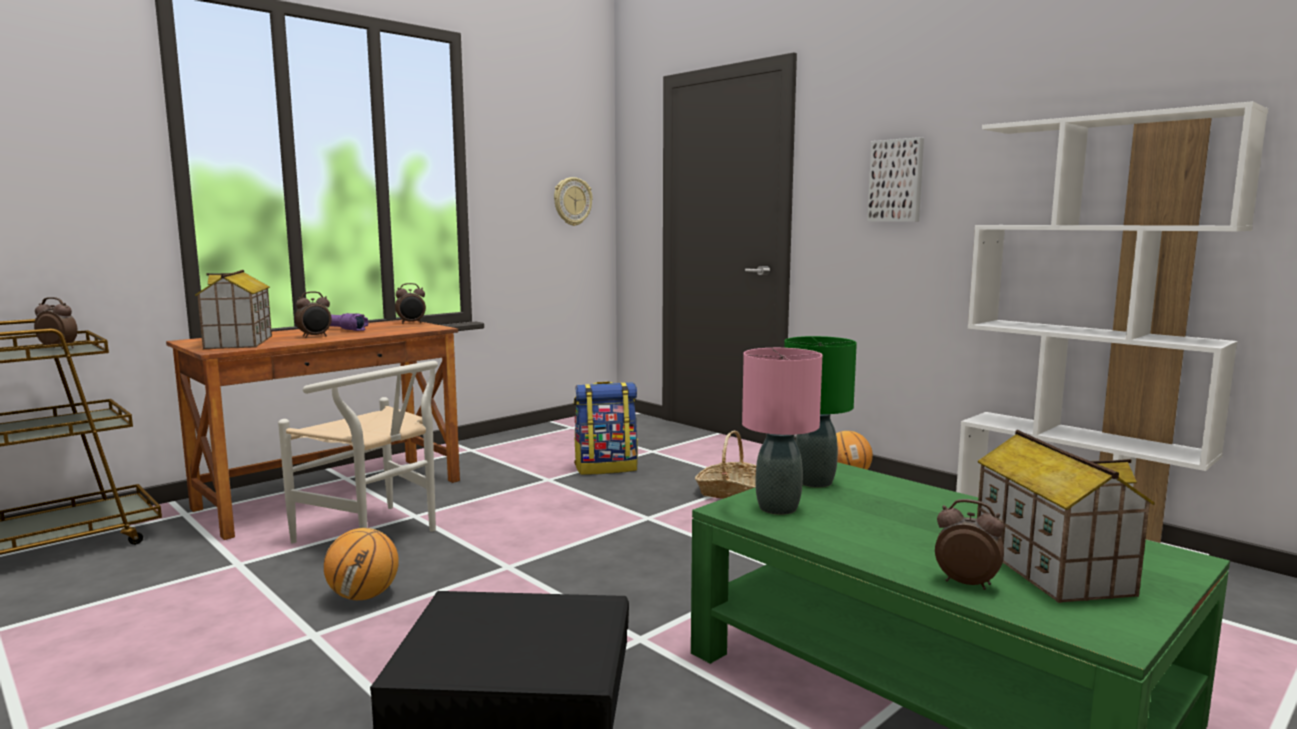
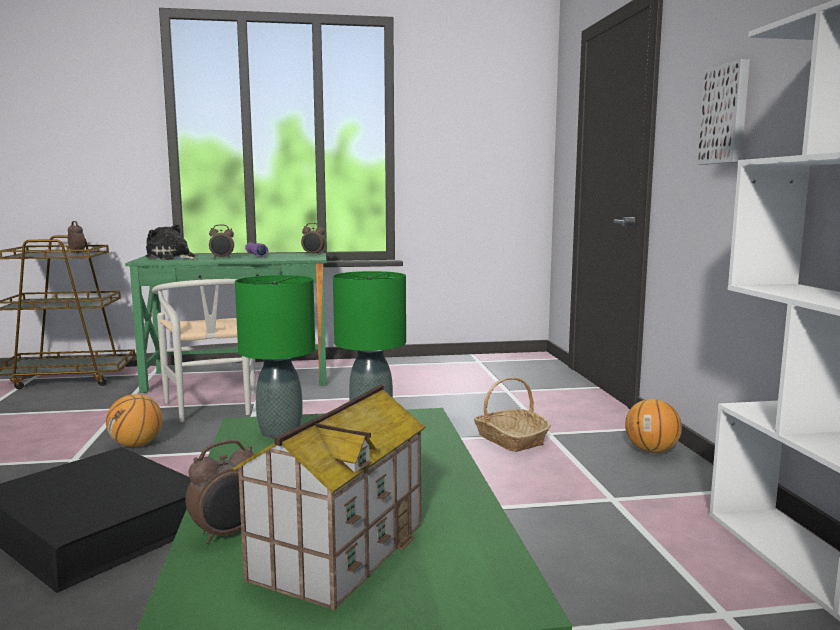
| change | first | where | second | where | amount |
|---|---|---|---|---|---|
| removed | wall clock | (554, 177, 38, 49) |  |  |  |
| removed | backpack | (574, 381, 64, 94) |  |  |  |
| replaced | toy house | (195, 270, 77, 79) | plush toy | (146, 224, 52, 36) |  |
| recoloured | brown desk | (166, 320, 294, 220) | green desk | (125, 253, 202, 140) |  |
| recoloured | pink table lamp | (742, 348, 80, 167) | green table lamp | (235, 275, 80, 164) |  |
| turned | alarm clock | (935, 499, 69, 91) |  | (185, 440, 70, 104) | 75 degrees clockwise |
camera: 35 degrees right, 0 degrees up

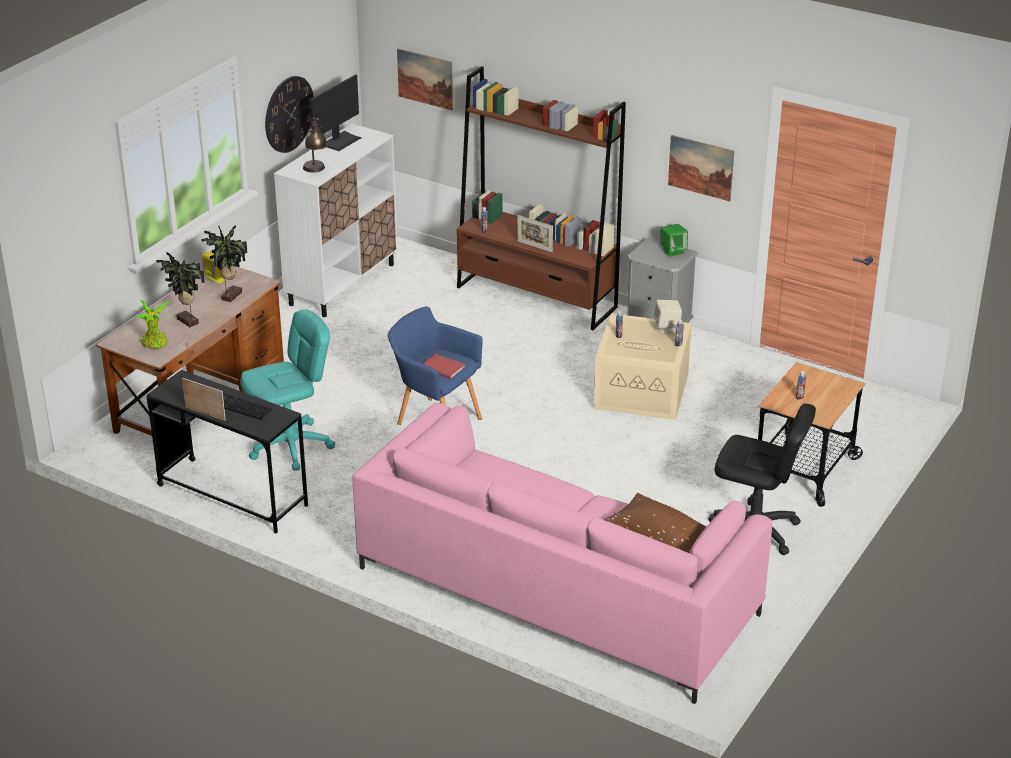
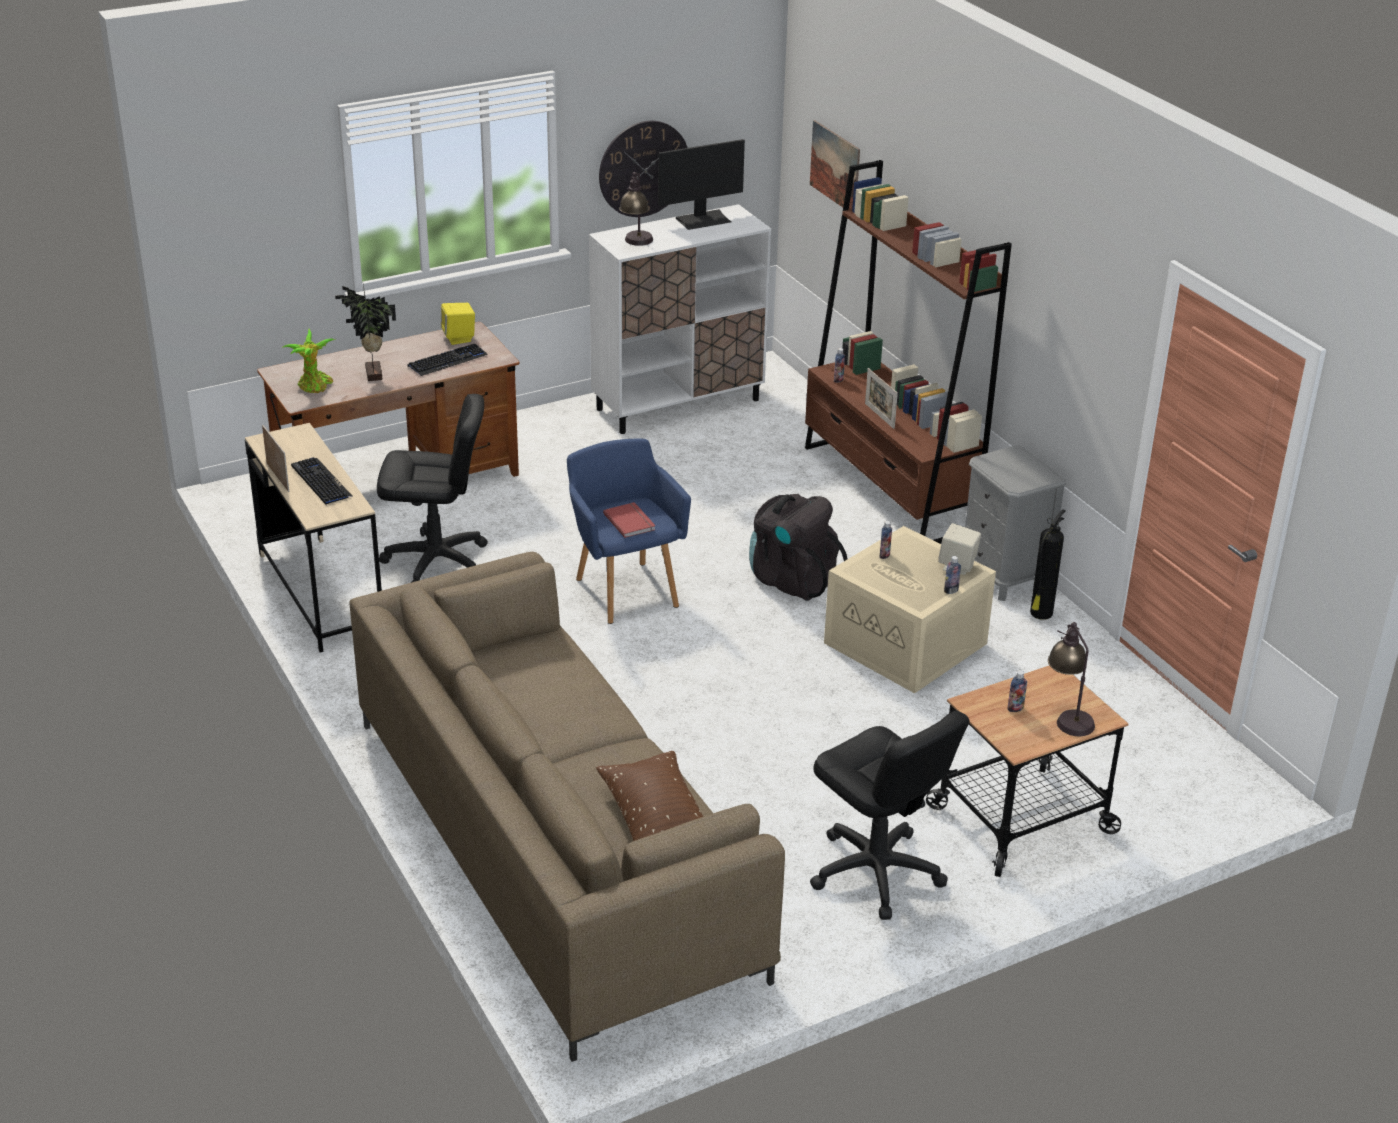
| change | first | where | second | where | amount |
|---|---|---|---|---|---|
| removed | green speaker | (660, 224, 28, 33) |  |  |  |
| removed | picture | (668, 135, 66, 66) |  |  |  |
| added |  |  | black backpack | (749, 494, 99, 107) |  |
| added |  |  | fire extinguisher | (1030, 509, 36, 111) |  |
| added |  |  | table lamp | (1048, 622, 47, 114) |  |
| replaced | potted plant | (201, 225, 46, 77) | keyboard | (407, 344, 81, 32) |  |
| recoloured | black desk | (147, 370, 161, 163) | beige desk | (245, 423, 137, 229) |  |
| recoloured | turquoise office chair | (240, 309, 95, 162) | black office chair | (377, 394, 111, 189) |  |
| recoloured | pink sofa | (352, 403, 421, 301) | brown sofa | (349, 552, 436, 510) |  |
camera: 30 degrees right, 0 degrees up

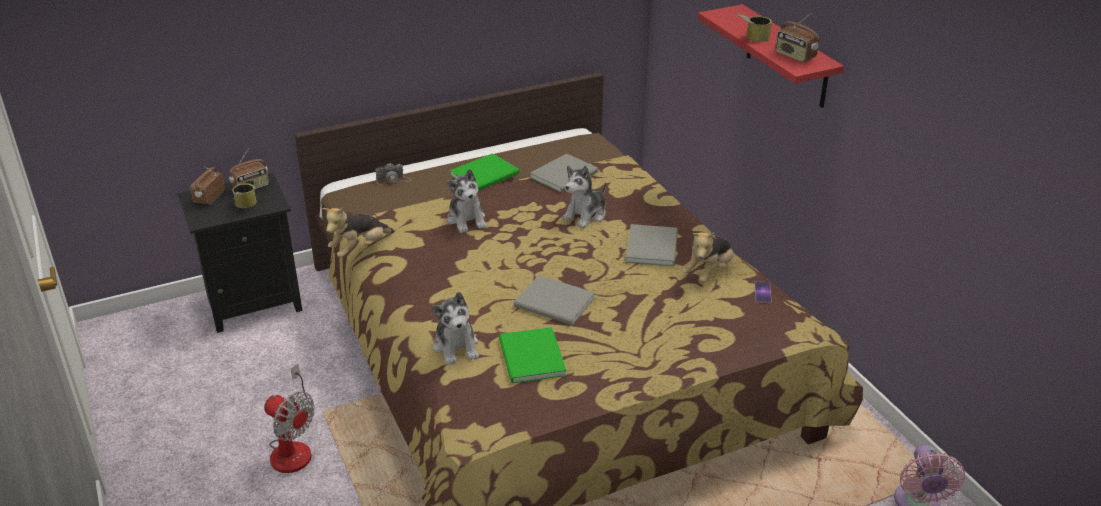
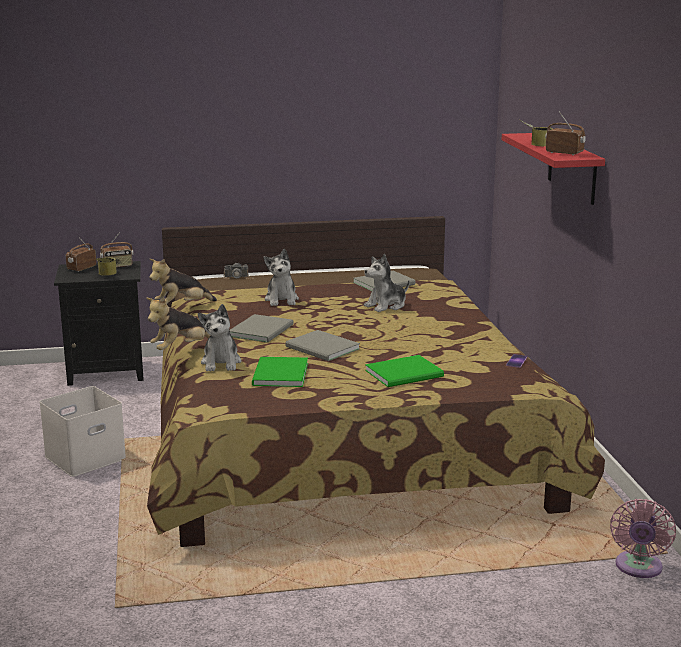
| change | first | where | second | where | amount |
|---|---|---|---|---|---|
| moved | green book | (450, 153, 69, 37) |  | (365, 355, 79, 32) |  |
| moved | grey book | (626, 224, 52, 42) |  | (230, 314, 63, 29) |  |
| moved | plush toy | (682, 232, 52, 51) |  | (147, 298, 63, 52) |  |
| replaced | fan | (264, 363, 51, 110) | white storage box | (39, 386, 87, 91) |  |
| turned | radio | (775, 13, 44, 49) |  | (545, 111, 41, 44) | 150 degrees clockwise |
camera: 15 degrees right, 15 degrees down

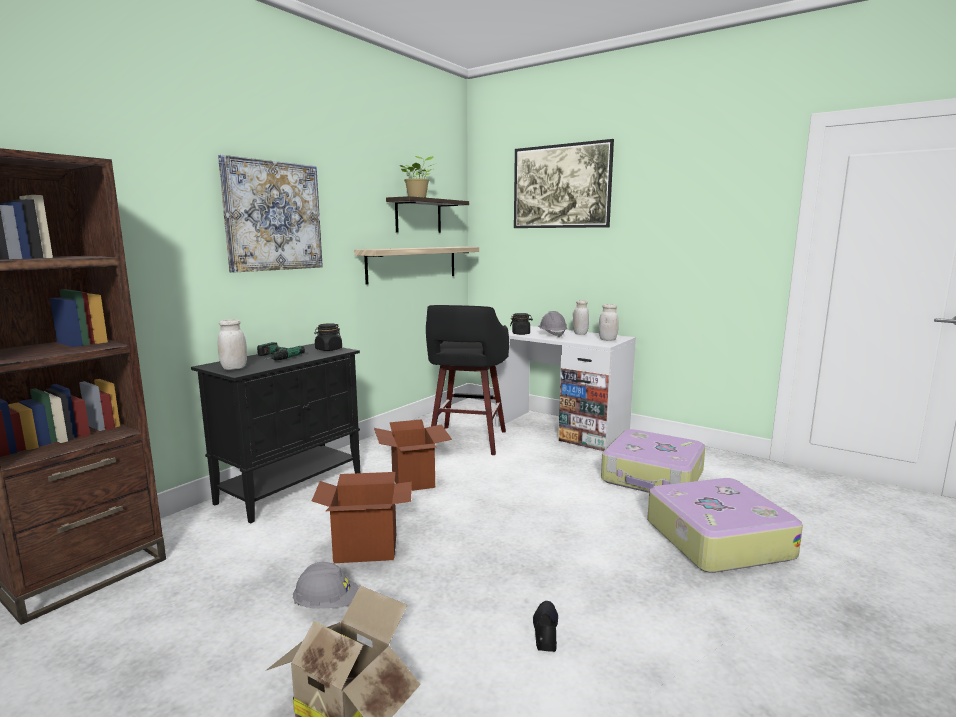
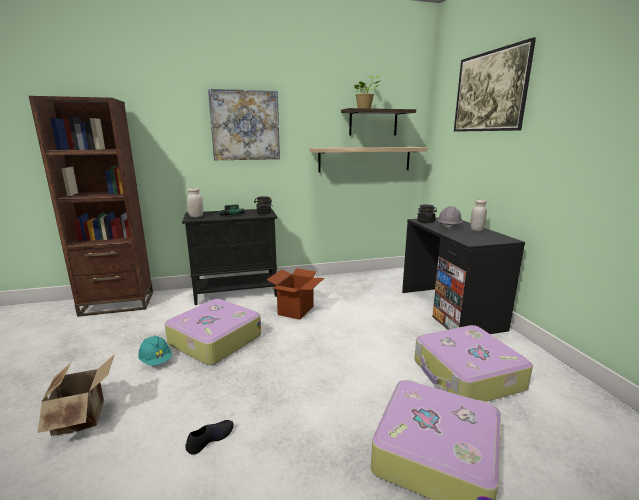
| change | first | where | second | where | amount |
|---|---|---|---|---|---|
| removed | black stool | (426, 305, 83, 150) |  |  |  |
| removed | white jar | (599, 304, 20, 37) |  |  |  |
| replaced | cardboard box | (312, 472, 100, 91) | suitcase | (165, 299, 96, 66) |  |
| recoloured | grey hard hat | (292, 562, 67, 46) | turquoise hard hat | (138, 335, 34, 31) |  |
| recoloured | white desk | (495, 326, 141, 125) | black desk | (402, 217, 123, 117) |  |
camera: 40 degrees right, 5 degrees up

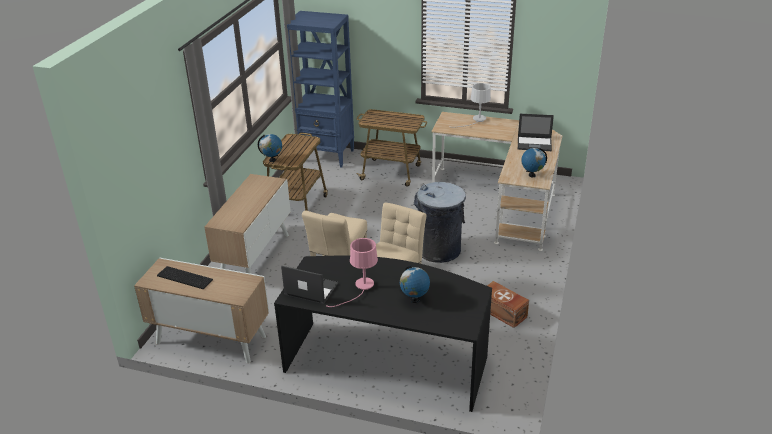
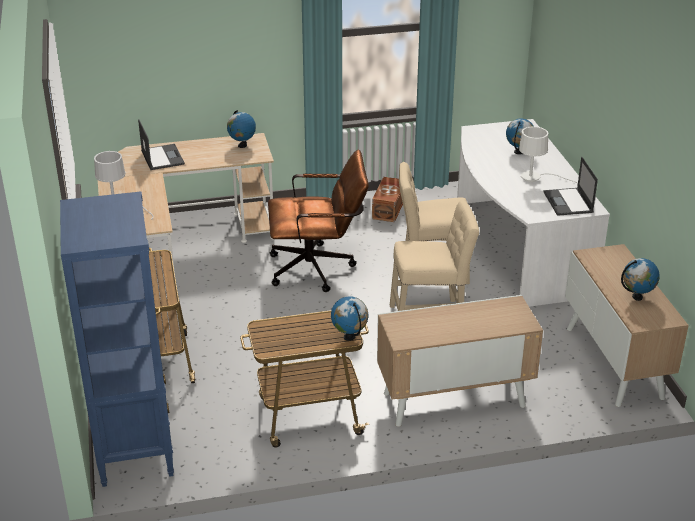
| change | first | where | second | where | amount |
|---|---|---|---|---|---|
| replaced | keyboard | (157, 266, 56, 23) | globe | (621, 258, 39, 43) |  |
| replaced | grey trash can | (413, 182, 53, 81) | brown office chair | (268, 150, 101, 142) |  |
| recoloured | black desk | (274, 256, 218, 156) | white desk | (457, 119, 153, 188) |  |
| recoloured | pink table lamp | (326, 238, 52, 69) | white table lamp | (519, 126, 59, 57) |  |
camera: 120 degrees left, 0 degrees up

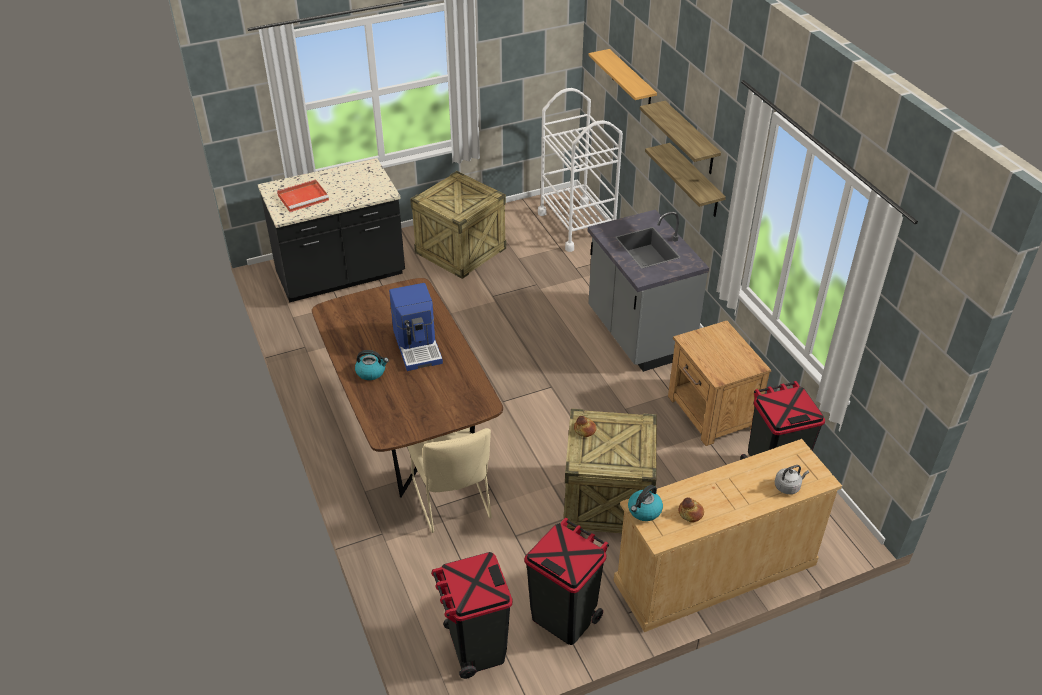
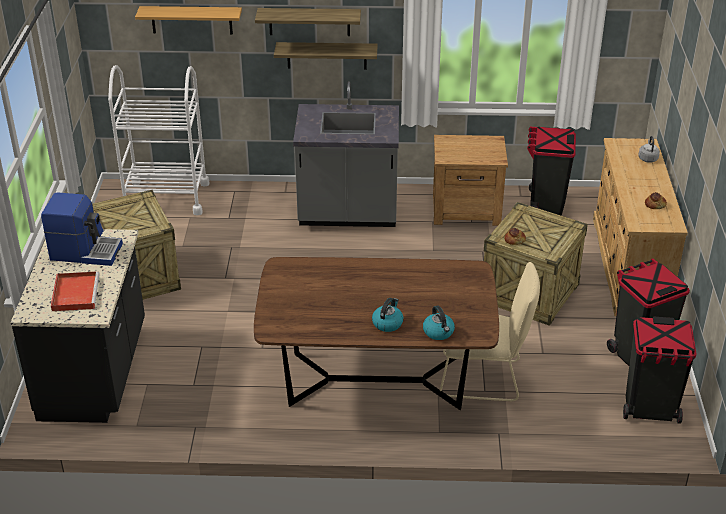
| change | first | where | second | where | amount |
|---|---|---|---|---|---|
| moved | coffee machine | (389, 283, 54, 88) |  | (41, 193, 82, 73) |  |
| moved | kettle | (628, 485, 35, 36) |  | (423, 306, 32, 34) |  |
camera: 65 degrees left, 5 degrees down

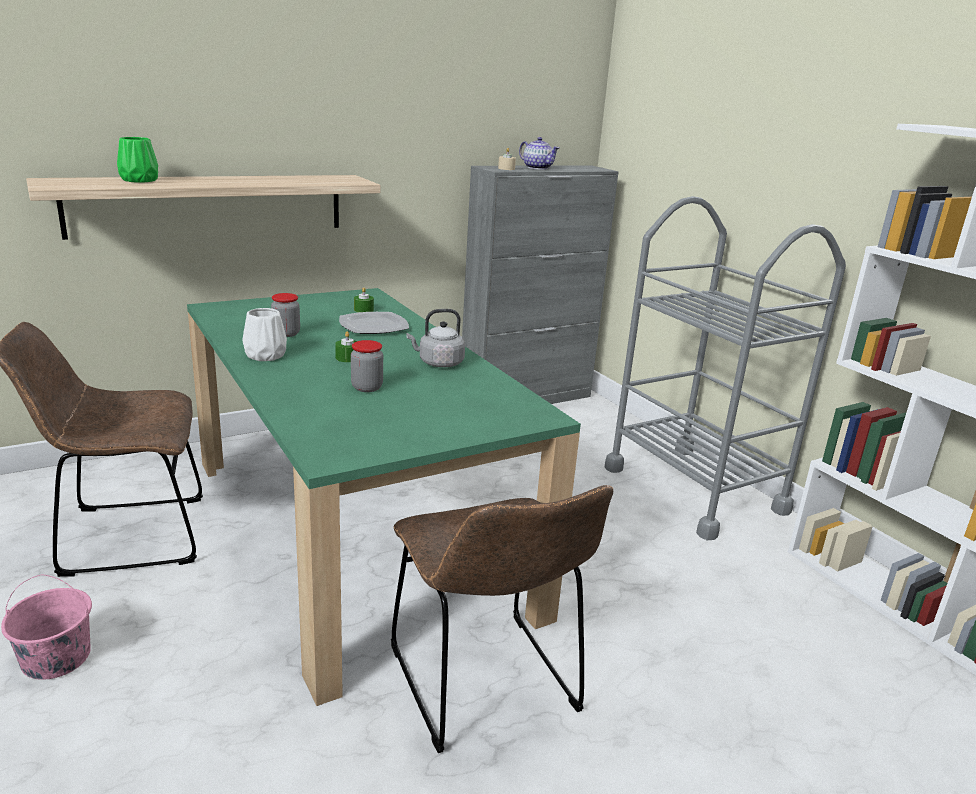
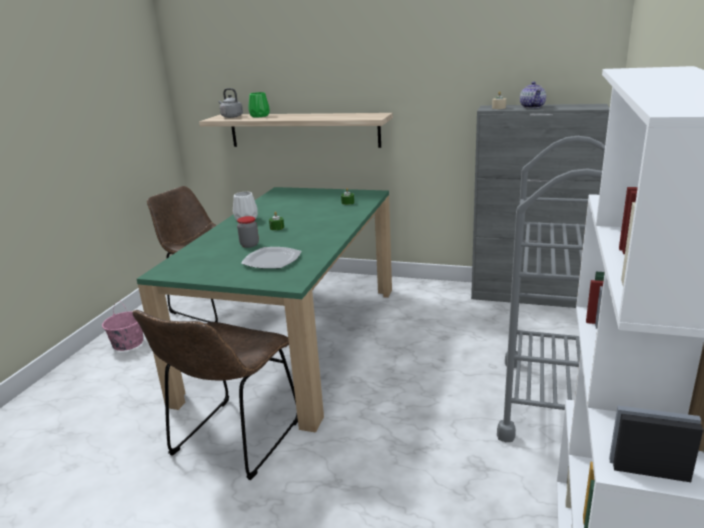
| change | first | where | second | where | amount |
|---|---|---|---|---|---|
| removed | jar | (271, 293, 29, 44) |  |  |  |
| moved | plate | (339, 312, 70, 22) |  | (241, 247, 60, 22) |  |
| moved | grey kettle | (406, 309, 59, 58) |  | (219, 88, 24, 30) |  |
camera: 50 degrees right, 0 degrees up

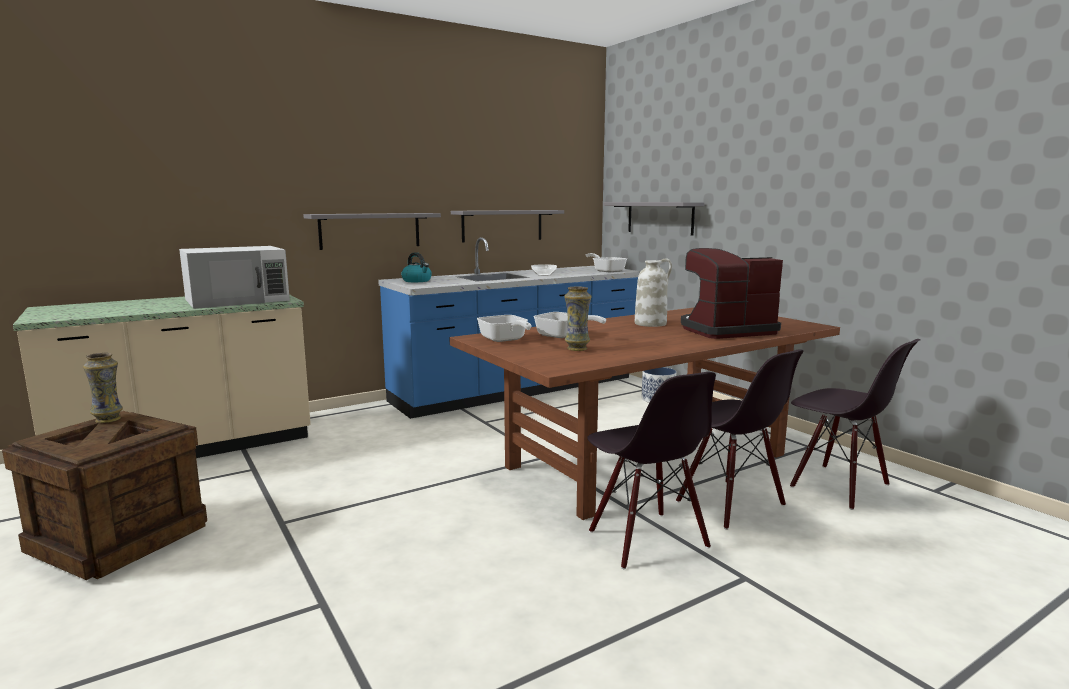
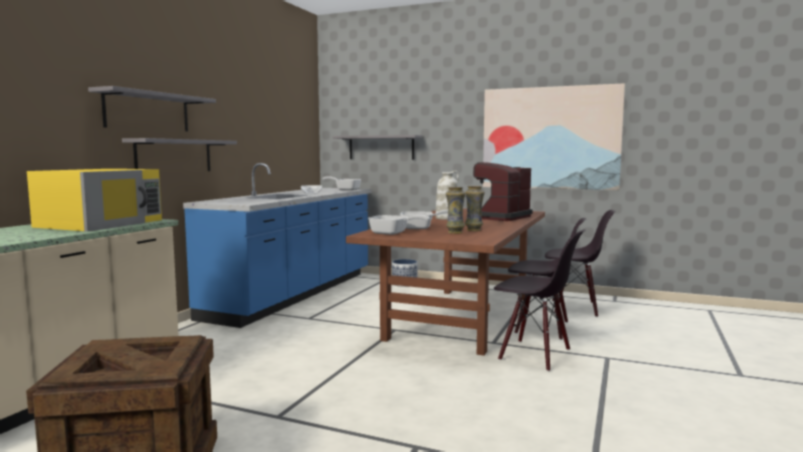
| change | first | where | second | where | amount |
|---|---|---|---|---|---|
| removed | kettle | (401, 252, 31, 30) |  |  |  |
| added |  |  | picture | (483, 83, 142, 107) |  |
| moved | vase | (83, 353, 40, 70) |  | (465, 186, 20, 45) |  |
| moved | grey shelf | (451, 210, 113, 33) |  | (88, 86, 128, 45) |  |
| recoloured | white microwave | (179, 246, 111, 63) | yellow microwave | (27, 169, 135, 63) |  |
camera: 35 degrees left, 5 degrees down

